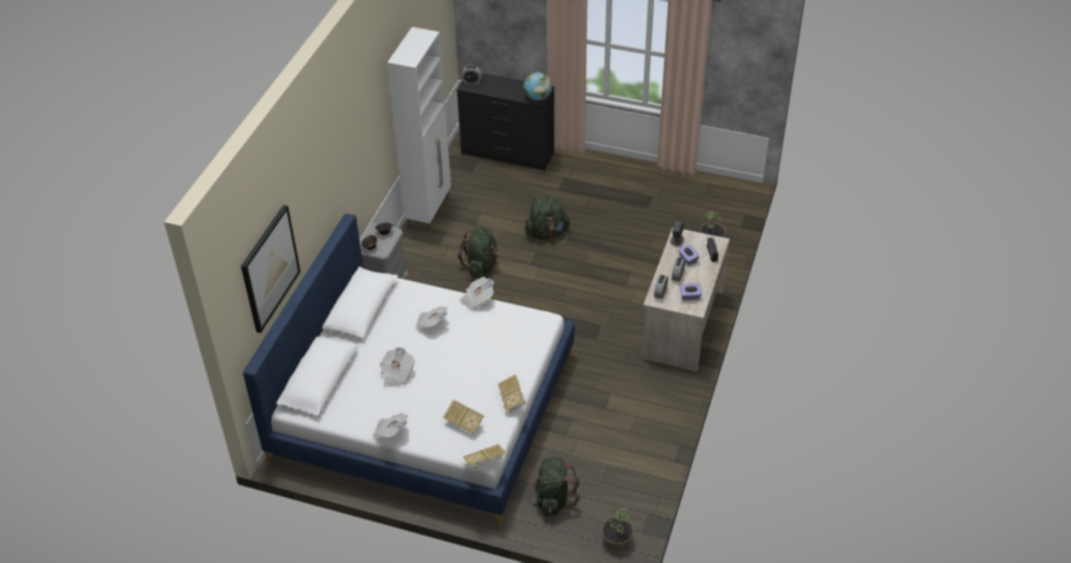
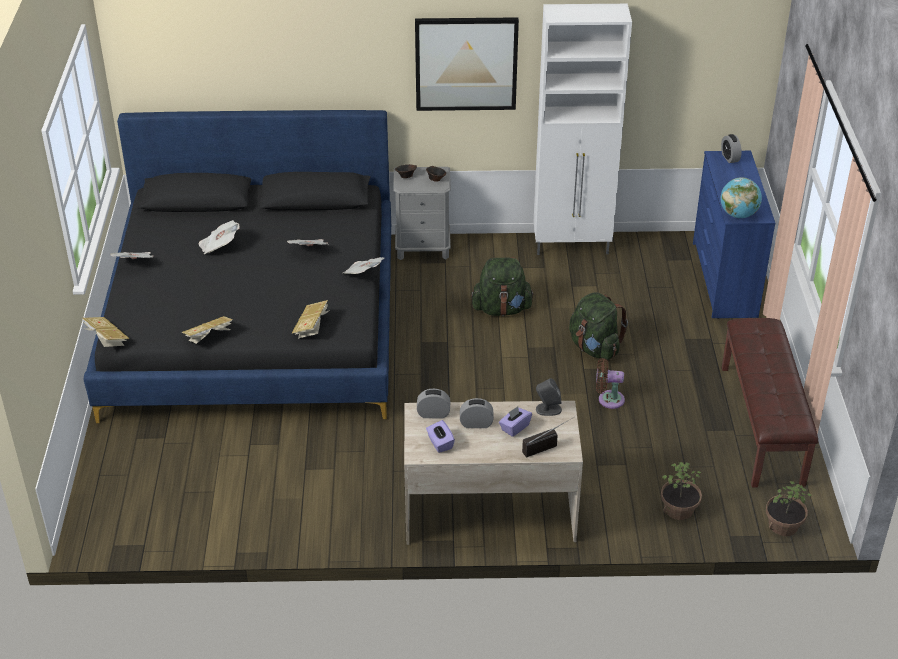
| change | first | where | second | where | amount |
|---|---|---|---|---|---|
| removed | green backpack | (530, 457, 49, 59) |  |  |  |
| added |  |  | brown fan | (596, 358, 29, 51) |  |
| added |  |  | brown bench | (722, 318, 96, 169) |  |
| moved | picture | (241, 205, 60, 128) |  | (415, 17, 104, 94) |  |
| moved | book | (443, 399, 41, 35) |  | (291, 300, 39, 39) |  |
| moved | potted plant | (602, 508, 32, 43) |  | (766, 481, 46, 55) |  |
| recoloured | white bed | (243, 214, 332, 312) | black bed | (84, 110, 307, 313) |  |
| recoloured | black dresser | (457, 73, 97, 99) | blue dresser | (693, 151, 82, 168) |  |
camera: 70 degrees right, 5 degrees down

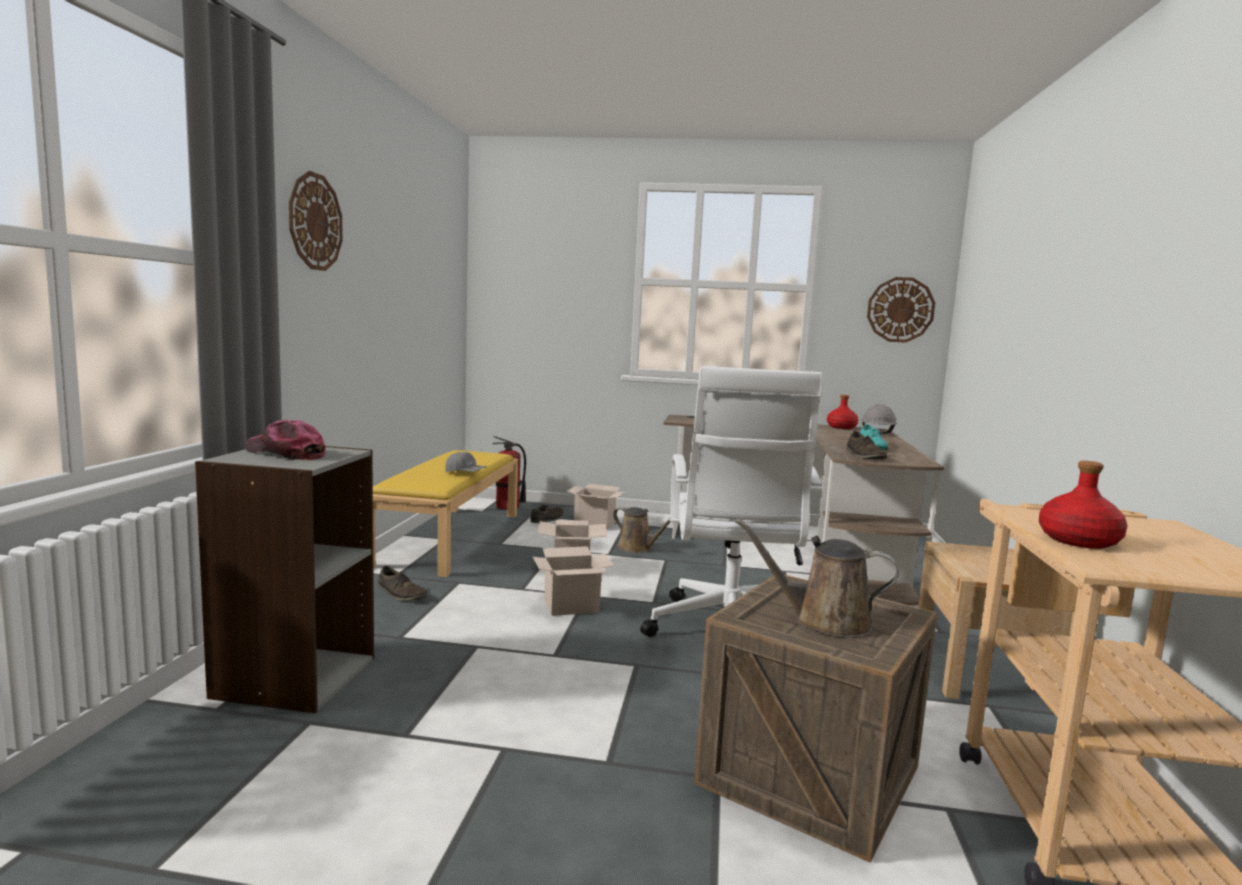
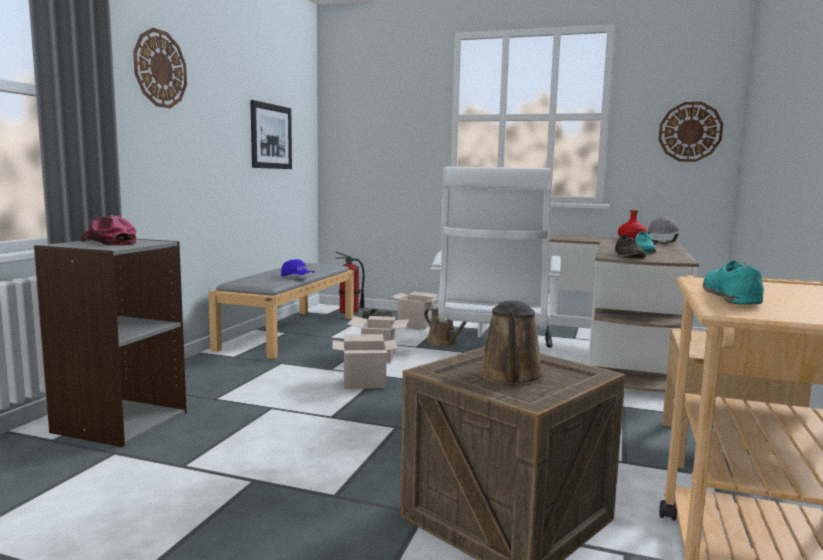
| change | first | where | second | where | amount |
|---|---|---|---|---|---|
| removed | brown shoe | (378, 566, 49, 35) |  |  |  |
| added |  |  | picture | (250, 100, 42, 69) |  |
| replaced | red bottle | (1039, 461, 88, 88) | turquoise shoe | (703, 261, 61, 44) |  |
| recoloured | yellow bench | (373, 450, 145, 127) | grey bench | (208, 263, 146, 96) |  |
| recoloured | grey cap | (445, 452, 42, 20) | blue cap | (281, 259, 34, 17) |  |
| turned | brown watering can | (735, 519, 164, 119) |  | (479, 300, 66, 85) | 105 degrees counterclockwise |
camera: 10 degrees right, 0 degrees up

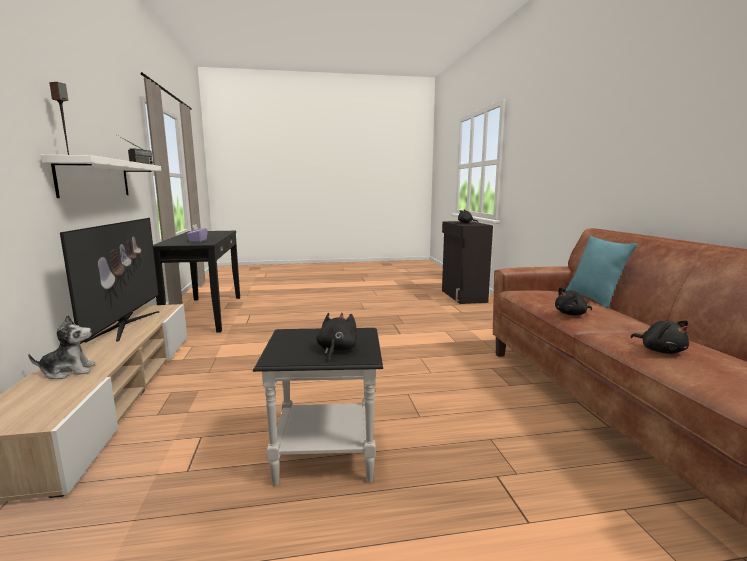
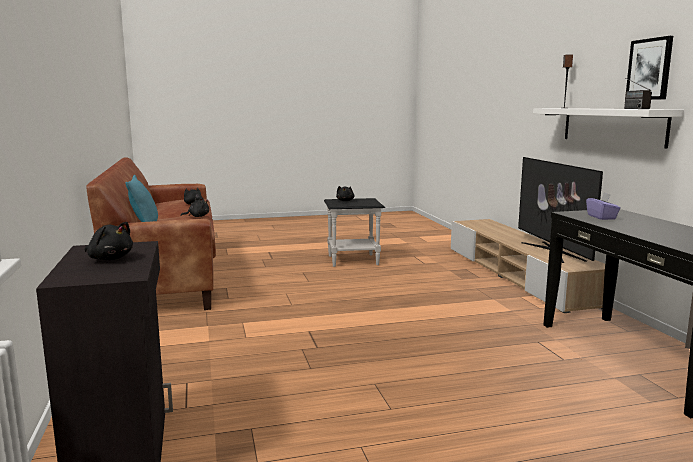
| change | first | where | second | where | amount |
|---|---|---|---|---|---|
| removed | plush toy | (28, 315, 68, 64) |  |  |  |
| added |  |  | picture | (626, 36, 47, 64) |  |
camera: 175 degrees right, 0 degrees up

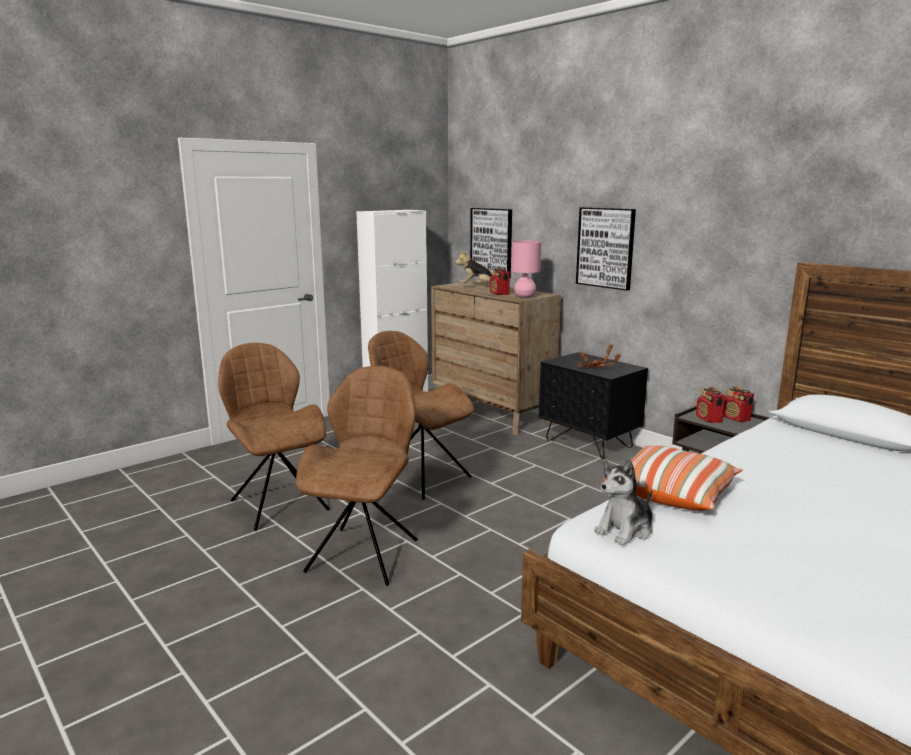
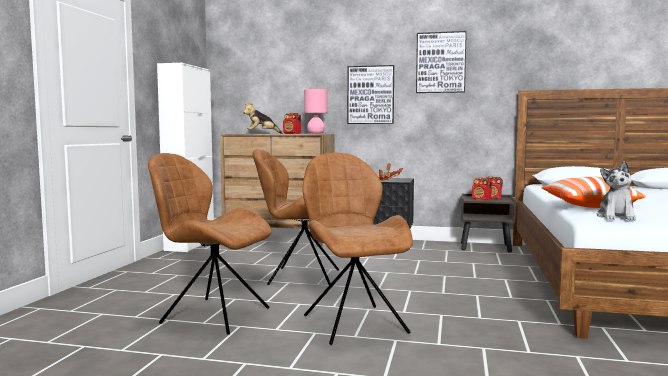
| change | first | where | second | where | amount |
|---|---|---|---|---|---|
| moved | picture | (470, 208, 42, 70) |  | (416, 31, 51, 62) |  |
camera: 35 degrees left, 10 degrees down

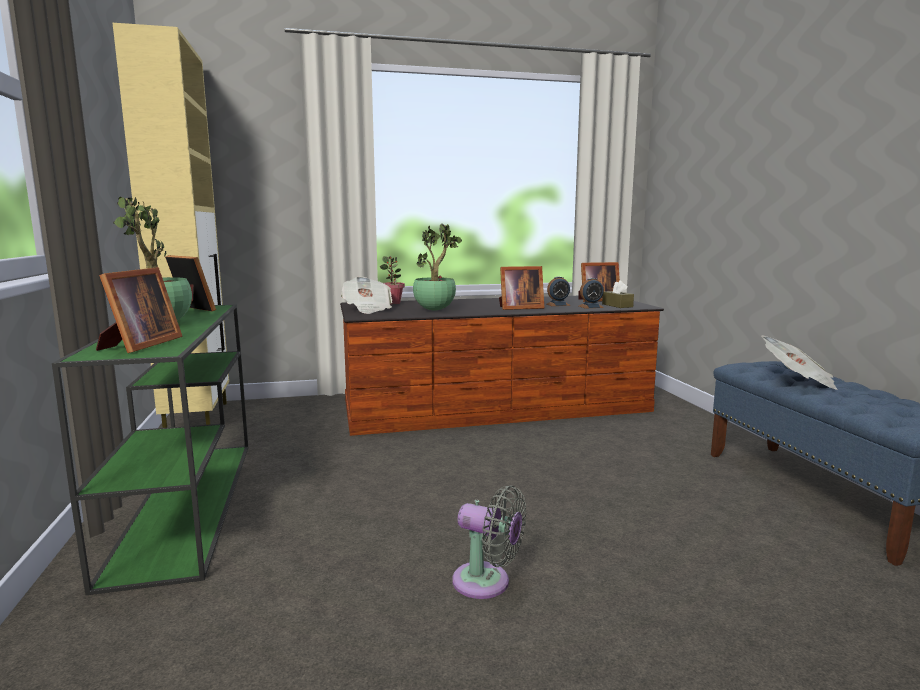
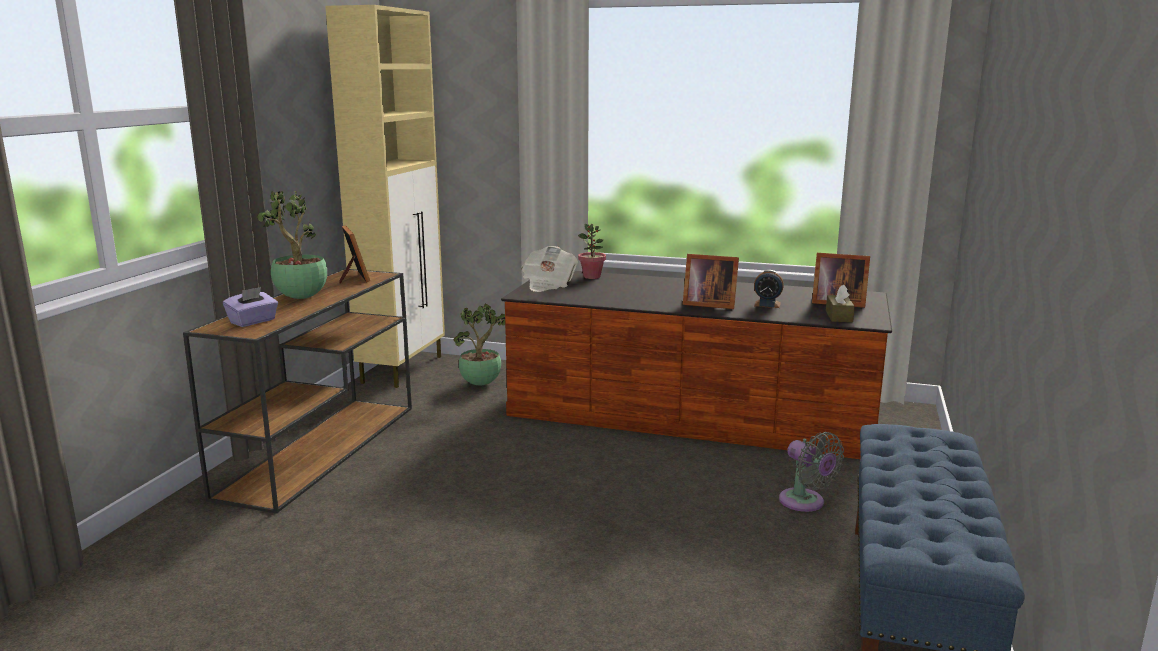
| change | first | where | second | where | amount |
|---|---|---|---|---|---|
| removed | alarm clock | (579, 278, 25, 31) |  |  |  |
| removed | newspaper | (762, 335, 75, 55) |  |  |  |
| moved | potted plant | (413, 224, 49, 86) |  | (454, 303, 51, 82) |  |
| moved | grey fan | (452, 486, 74, 113) |  | (779, 432, 65, 80) |  |
| replaced | picture frame | (96, 267, 87, 86) | purple tissue box | (223, 287, 55, 40) |  |
| recoloured | green console table | (52, 304, 196, 291) | brown console table | (183, 269, 229, 245) |  |
camera: 30 degrees right, 5 degrees up

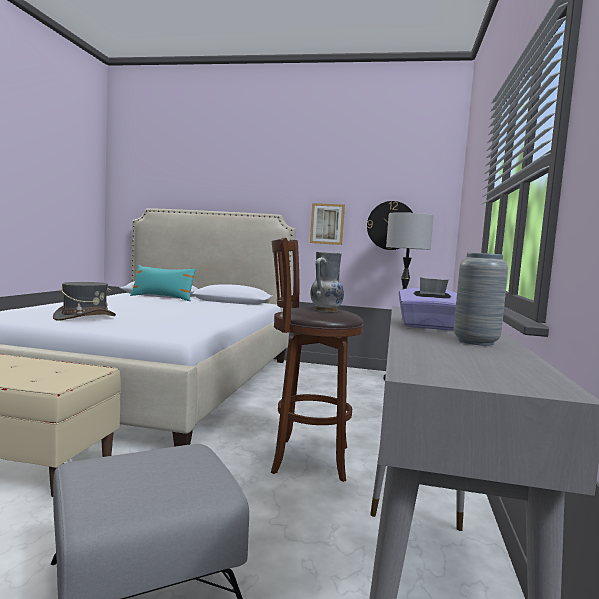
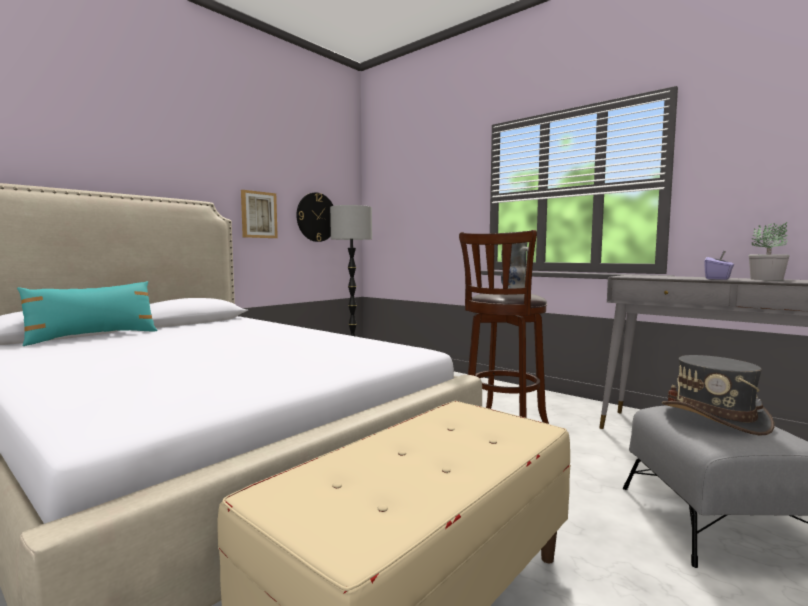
| change | first | where | second | where | amount |
|---|---|---|---|---|---|
| moved | grey hat | (53, 282, 63, 39) |  | (662, 355, 112, 81) |  |
| replaced | grey vase | (454, 252, 54, 94) | potted plant | (749, 222, 41, 58) |  |
camera: 60 degrees left, 0 degrees up

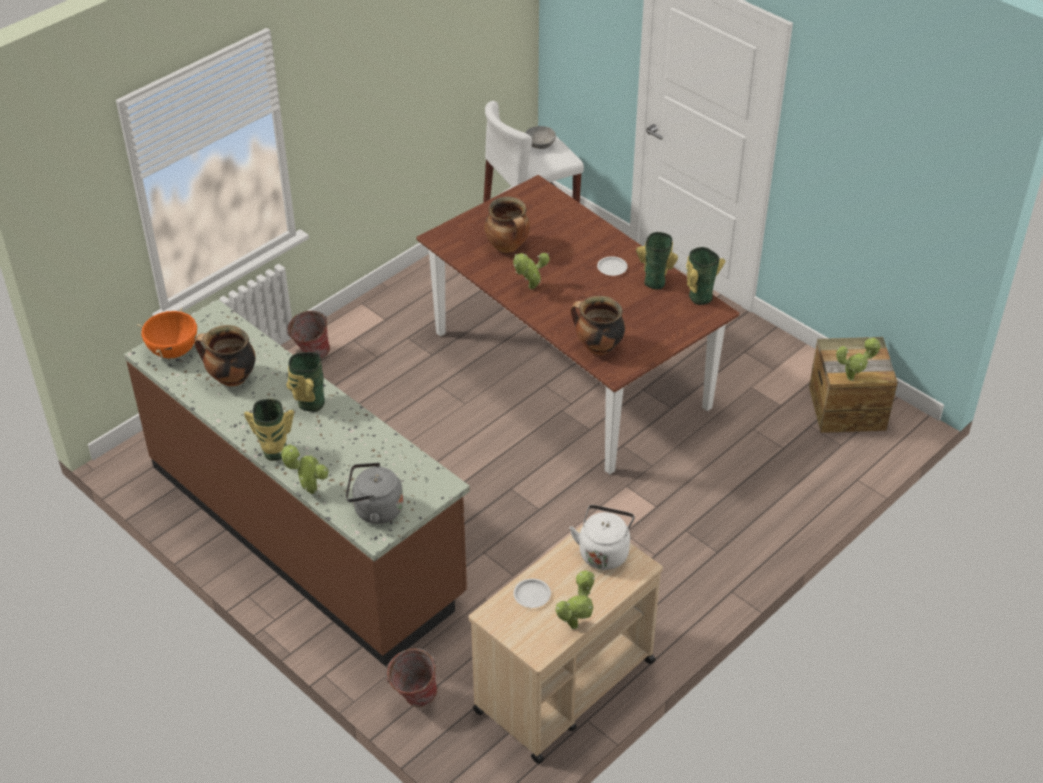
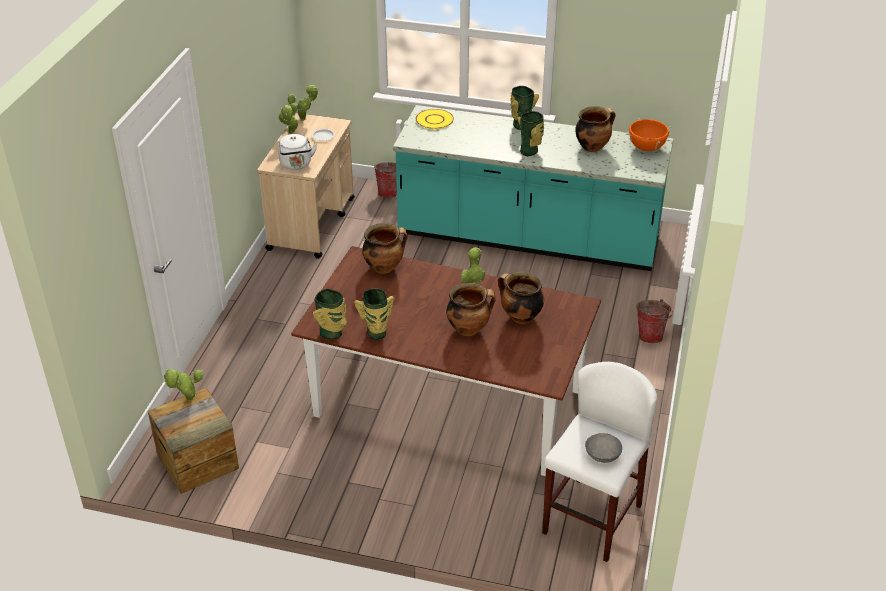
| change | first | where | second | where | amount |
|---|---|---|---|---|---|
| removed | white plate | (597, 256, 31, 20) |  |  |  |
| added |  |  | cooking pot | (446, 283, 50, 53) |  |
| moved | potted plant | (280, 443, 48, 51) |  | (288, 84, 31, 37) |  |
| replaced | grey kettle | (346, 462, 57, 62) | yellow plate | (416, 109, 38, 20) |  |
| recoloured | brown counter | (124, 300, 346, 366) | turquoise counter | (393, 105, 281, 166) |  |
camera: 150 degrees right, 5 degrees down

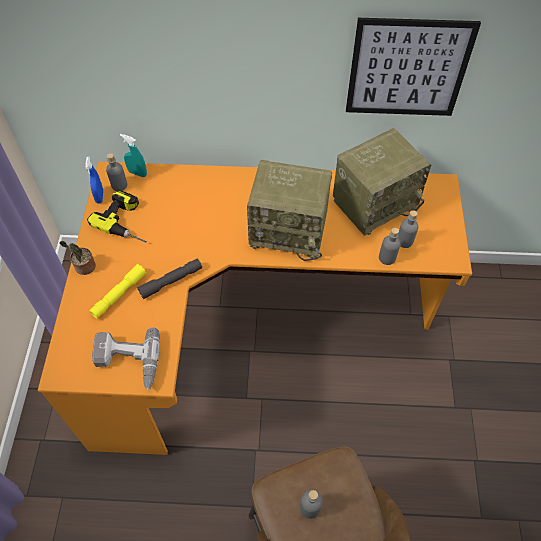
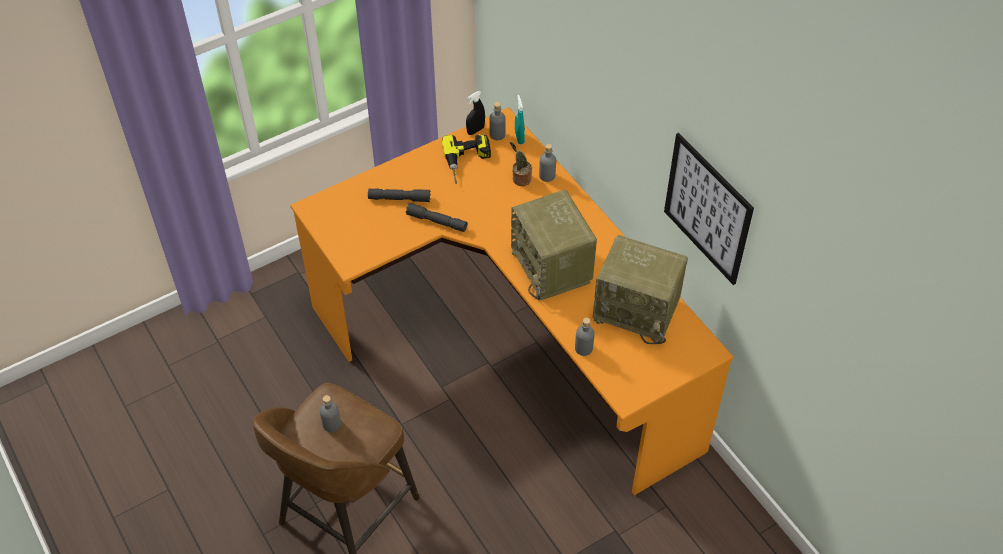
| change | first | where | second | where | amount |
|---|---|---|---|---|---|
| removed | power drill | (92, 328, 68, 63) |  |  |  |
| moved | potted plant | (59, 241, 37, 34) |  | (510, 142, 22, 44) |  |
| moved | grey bottle | (398, 211, 20, 37) |  | (539, 144, 17, 38) |  |
| recoloured | blue spray bottle | (85, 157, 18, 47) | black spray bottle | (466, 91, 19, 44) |  |
| recoloured | yellow flashlight | (89, 264, 58, 55) | grey flashlight | (368, 188, 63, 14) |  |
camera: 55 degrees right, 5 degrees down

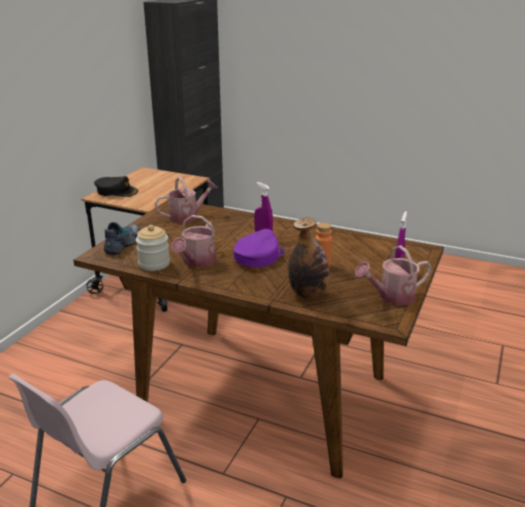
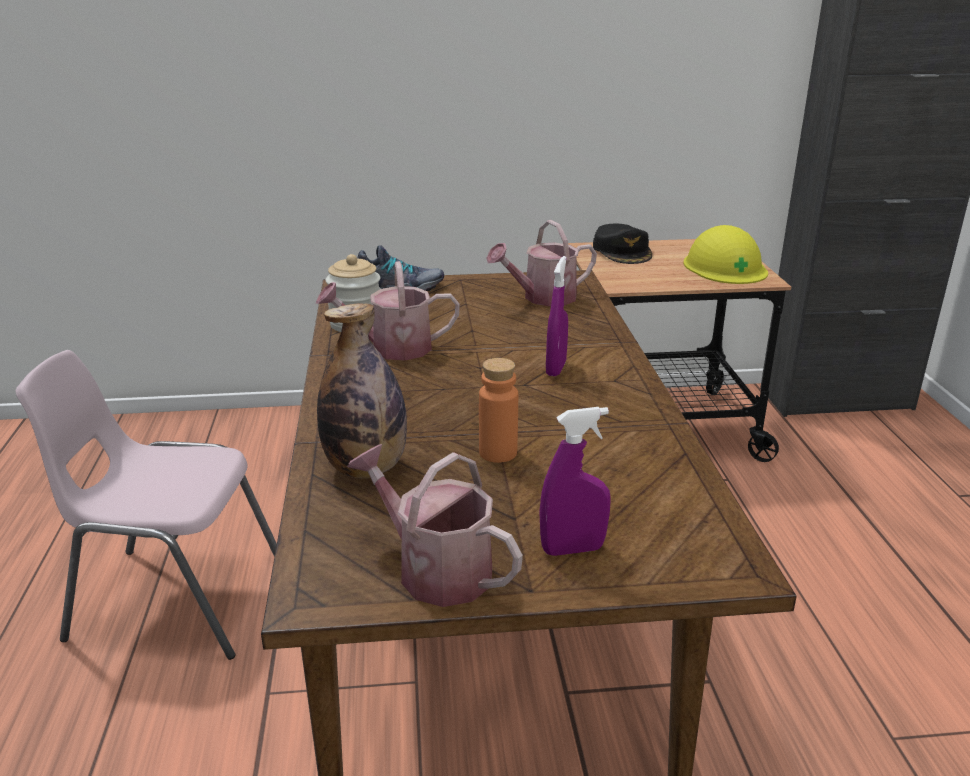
| change | first | where | second | where | amount |
|---|---|---|---|---|---|
| removed | purple cap | (233, 229, 52, 38) |  |  |  |
| added |  |  | yellow hard hat | (684, 225, 84, 59) |  |
| turned | watering can | (155, 177, 63, 46) |  | (486, 220, 111, 86) | 120 degrees clockwise |
camera: 60 degrees right, 0 degrees up

